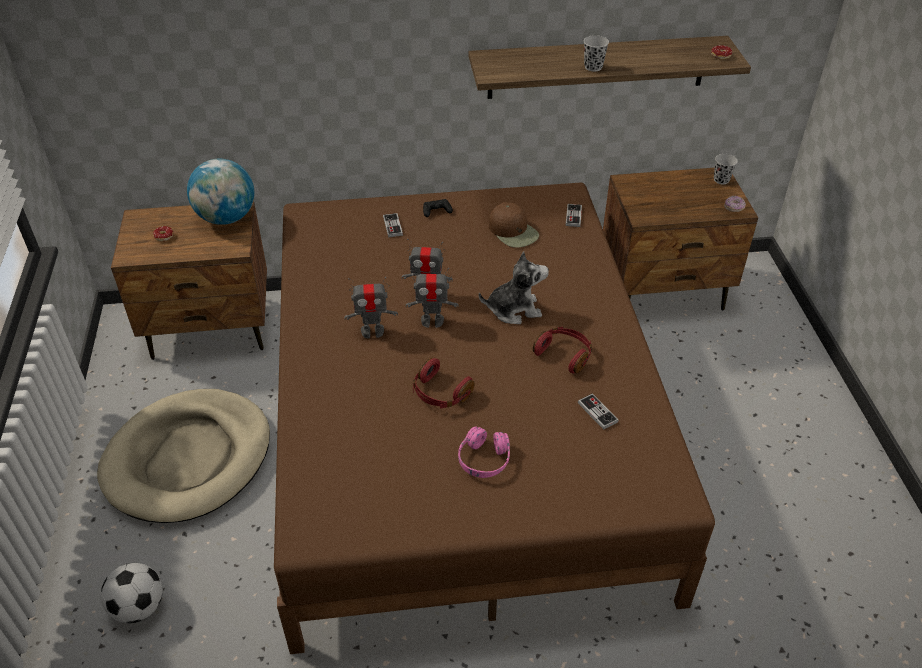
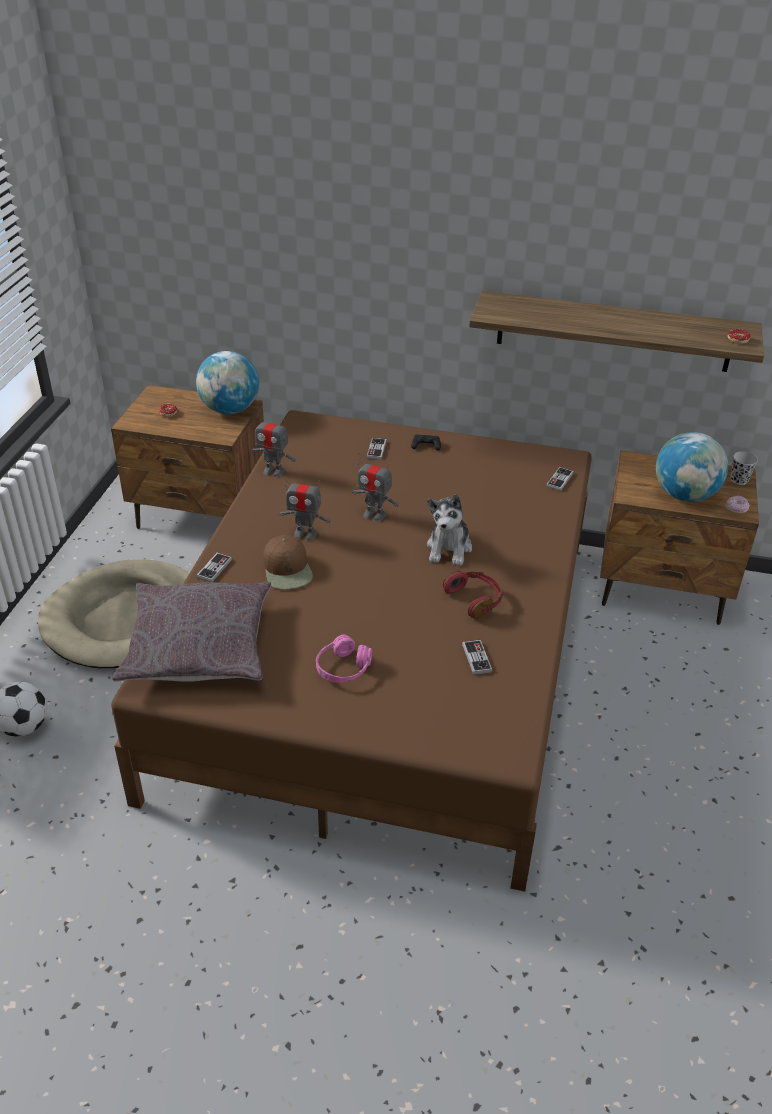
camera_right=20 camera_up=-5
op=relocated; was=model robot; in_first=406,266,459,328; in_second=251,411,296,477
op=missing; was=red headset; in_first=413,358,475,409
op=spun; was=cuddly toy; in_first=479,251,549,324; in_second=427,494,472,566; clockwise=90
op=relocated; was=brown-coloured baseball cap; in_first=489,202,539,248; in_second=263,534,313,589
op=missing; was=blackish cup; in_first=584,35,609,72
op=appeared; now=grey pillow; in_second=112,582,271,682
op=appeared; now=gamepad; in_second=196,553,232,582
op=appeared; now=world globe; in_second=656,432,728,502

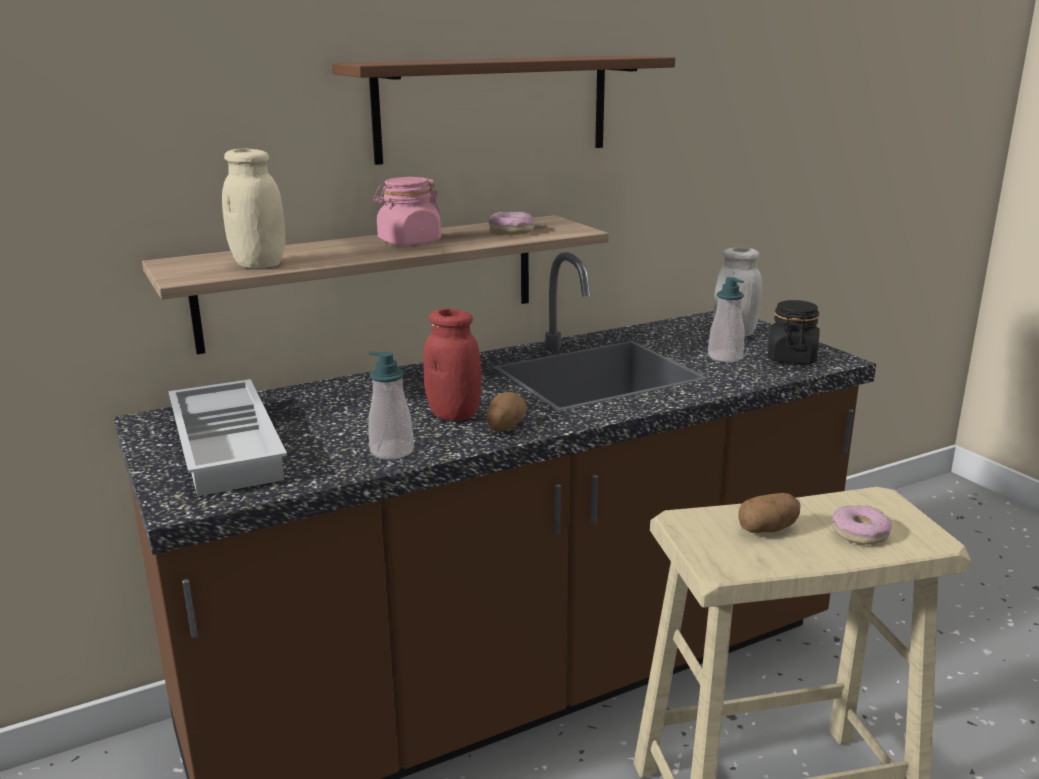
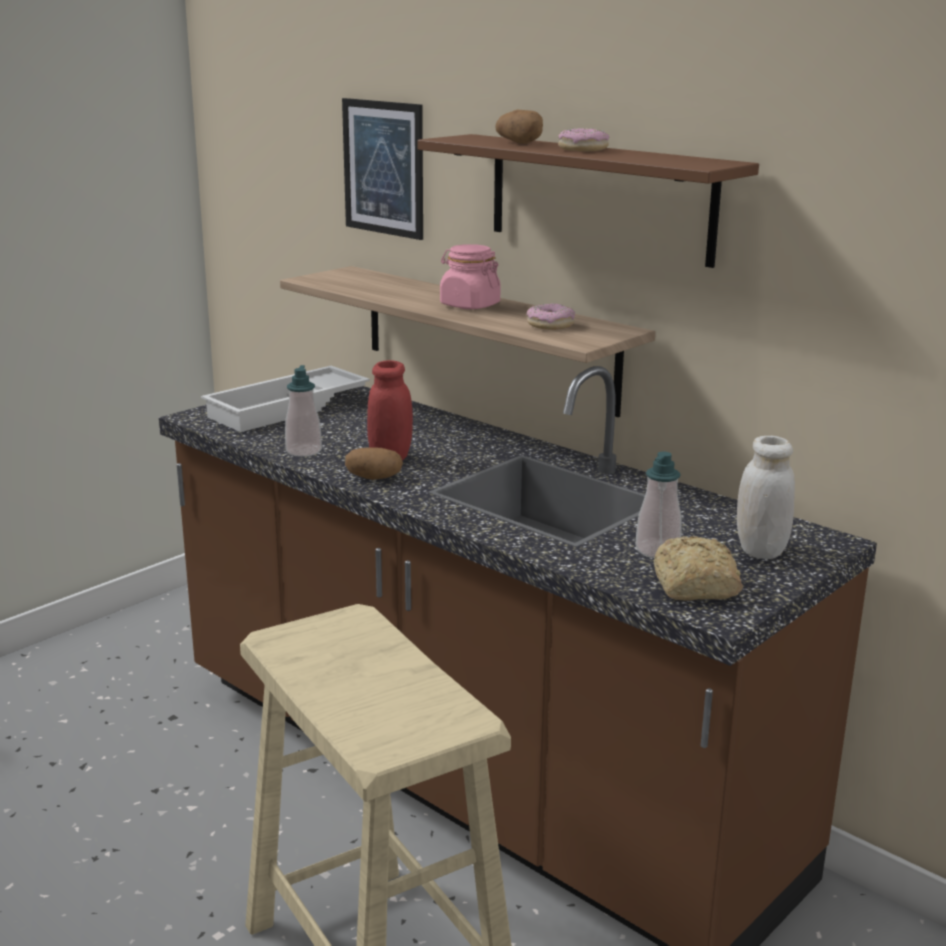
camera_right=70 camera_up=0
op=missing; was=sand-coloured jar; in_first=222,148,285,269
op=relocated; was=whole potato; in_first=738,493,800,533; in_second=495,110,543,144
op=exchanged; was=blackish jar; now=bread; in_first=768,300,820,364; in_second=654,536,743,601
op=relocated; was=ring doughnut; in_first=832,505,892,544; in_second=558,128,609,151
op=appeared; now=picture; in_second=342,98,423,240

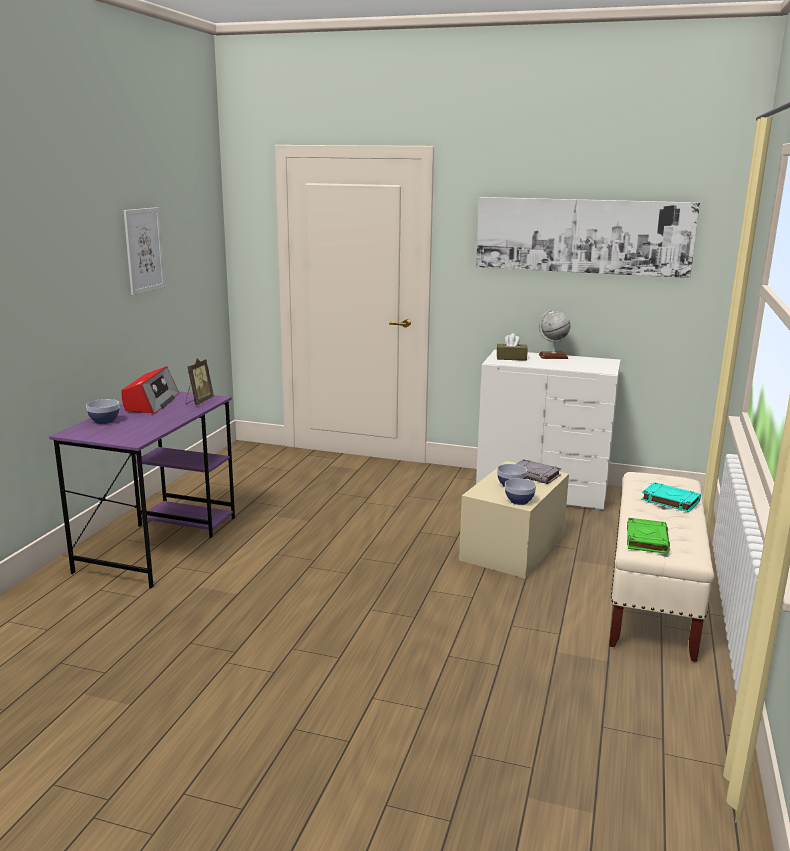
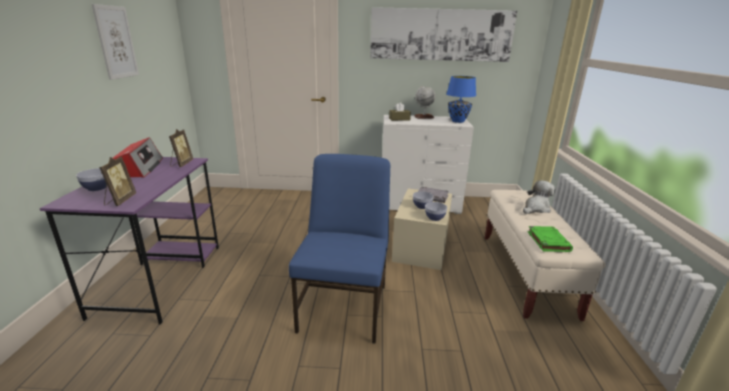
camera_right=-15 camera_up=5
op=exchanged; was=blue-green bound book; now=cuddly toy; in_first=641,482,701,512; in_second=523,181,555,214
op=appeared; now=photo frame; in_second=99,156,136,206
op=appeared; now=blue-coloured upright chair; in_second=289,154,390,344
op=appeared; now=blue-coloured table lamp; in_second=447,76,476,123

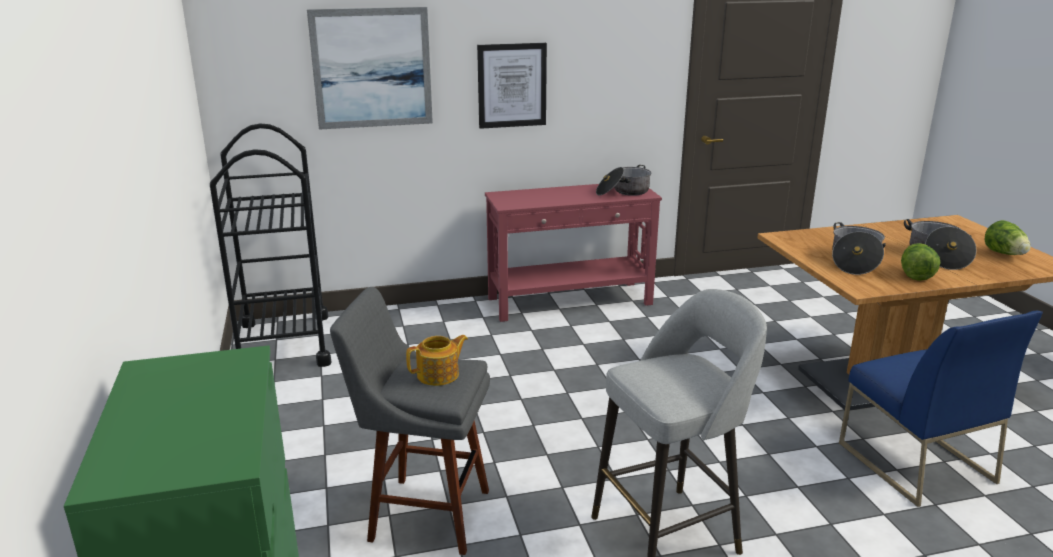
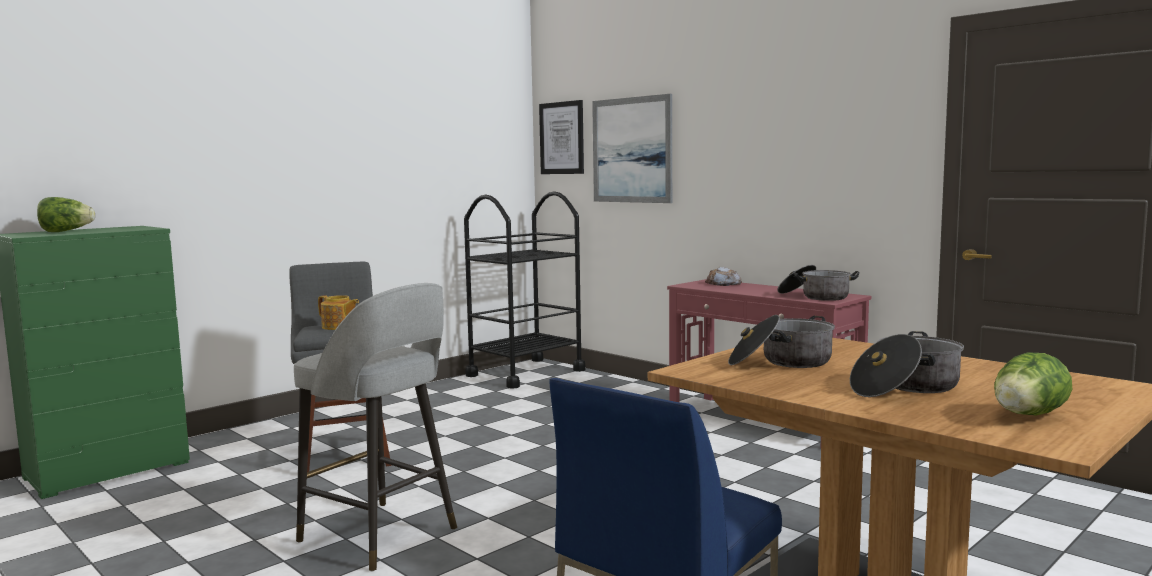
camera_right=60 camera_up=-15
op=relocated; was=picture; in_first=477,43,547,129; in_second=539,100,584,174
op=relocated; was=lettuce; in_first=901,243,940,281; in_second=37,197,95,232
op=appeared; now=bread; in_second=705,267,742,286

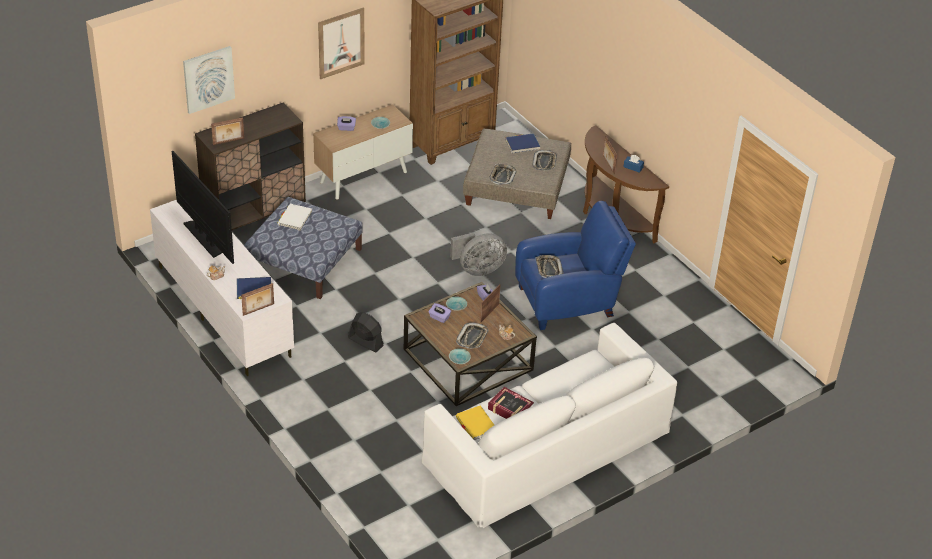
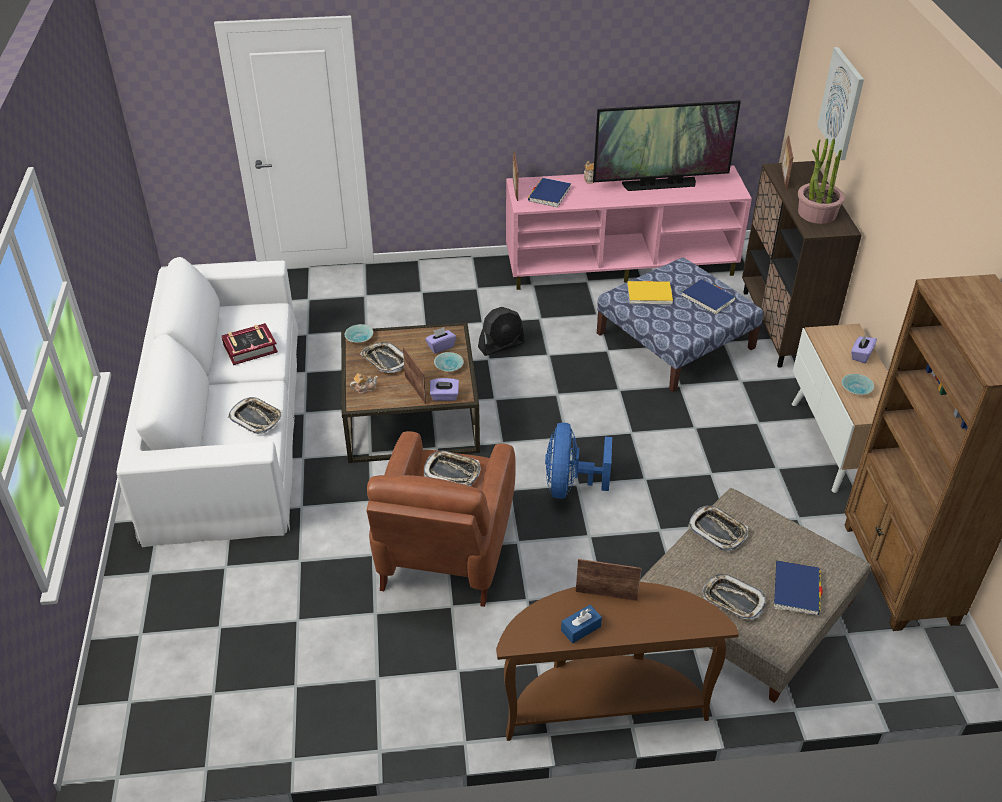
camera_right=120 camera_up=0
op=colour; was=white media console; now=pinkish media console; in_first=150,200,294,376; in_second=506,165,752,290
op=colour; was=white bound book; now=blue-coloured bound book; in_first=278,204,312,231; in_second=682,279,736,315
op=missing; was=picture; in_first=318,7,365,79
op=colour; was=grey fan; now=blue-coloured fan; in_first=450,233,507,276; in_second=545,423,612,499
op=relocated; was=yellow-coloured bound book; in_first=456,405,494,440; in_second=627,281,673,305
op=colour; was=blue-coloured armchair; now=brown-coloured armchair; in_first=515,201,636,330; in_second=366,431,516,607
op=appeared; now=tray; in_second=228,397,282,434
op=appeared; now=plant in a pot; in_second=798,139,845,224

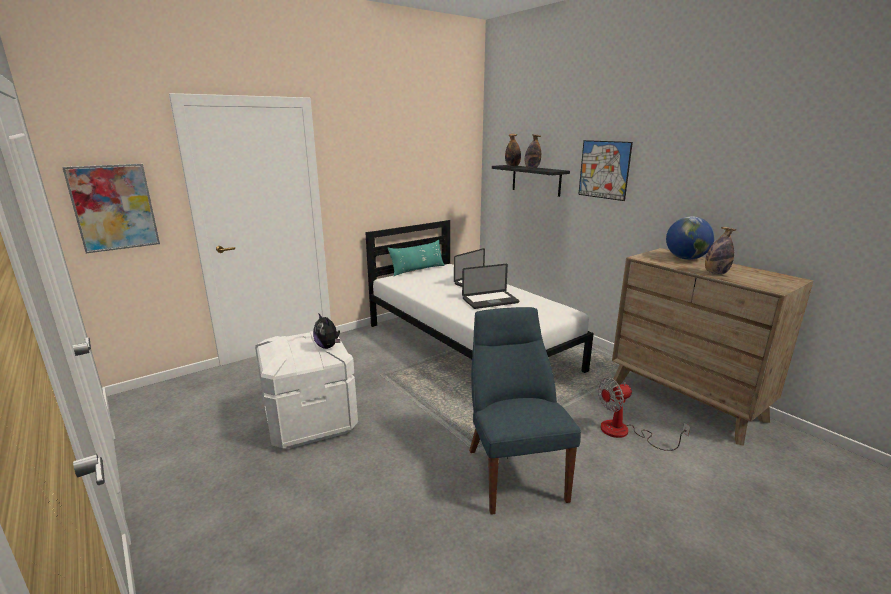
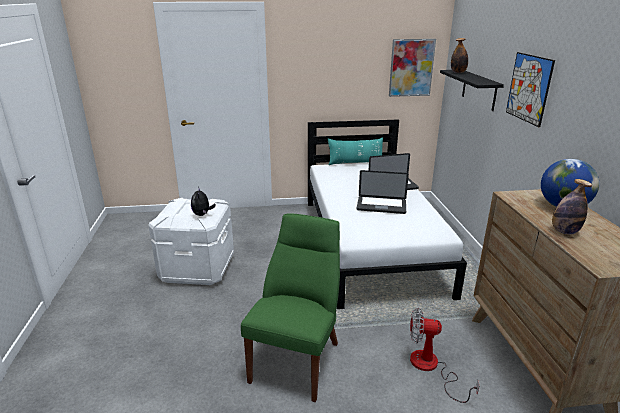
camera_right=30 camera_up=5
op=relocated; was=picture; in_first=62,164,160,253; in_second=389,39,436,97
op=colour; was=blue-coloured upright chair; now=green-coloured upright chair; in_first=469,307,581,515; in_second=241,213,340,402
op=missing; was=beverage bottle; in_first=525,134,541,168

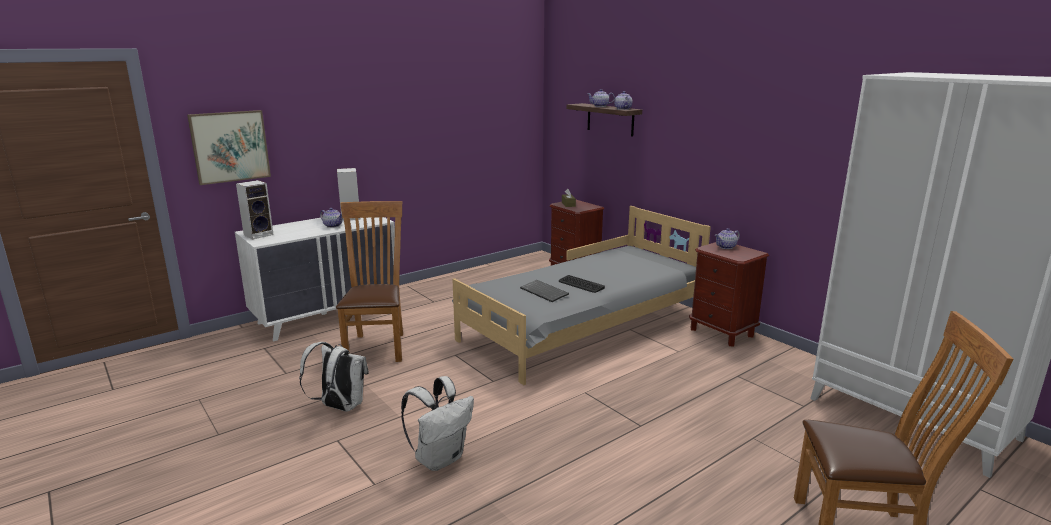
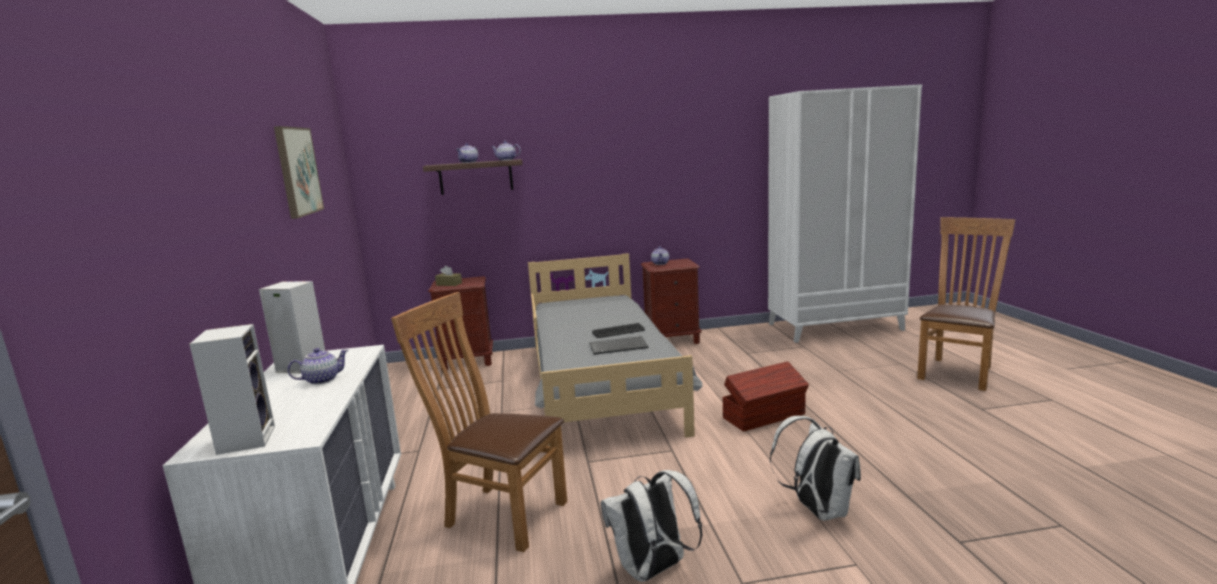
camera_right=-60 camera_up=-5
op=relocated; was=picture; in_first=187,110,271,185; in_second=274,126,324,219
op=appeared; now=brown-coloured storage container; in_second=723,361,809,432

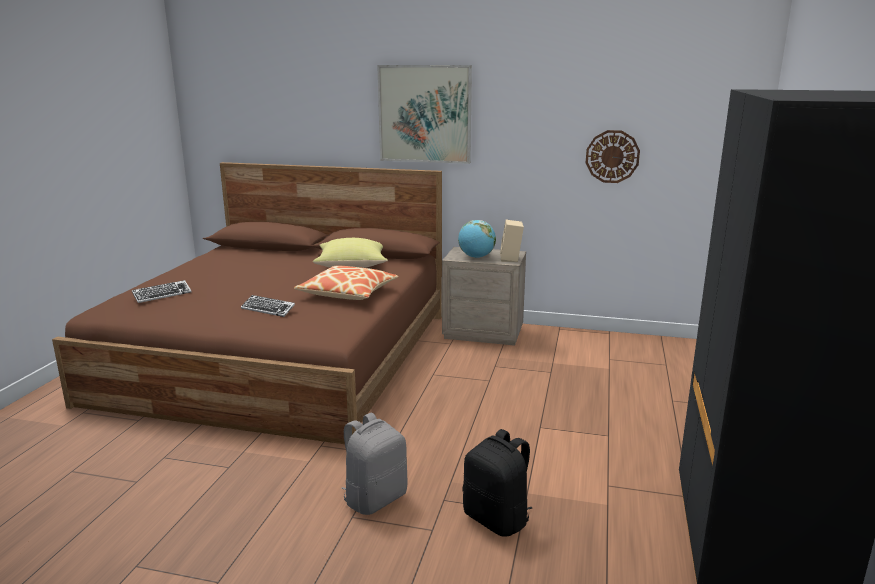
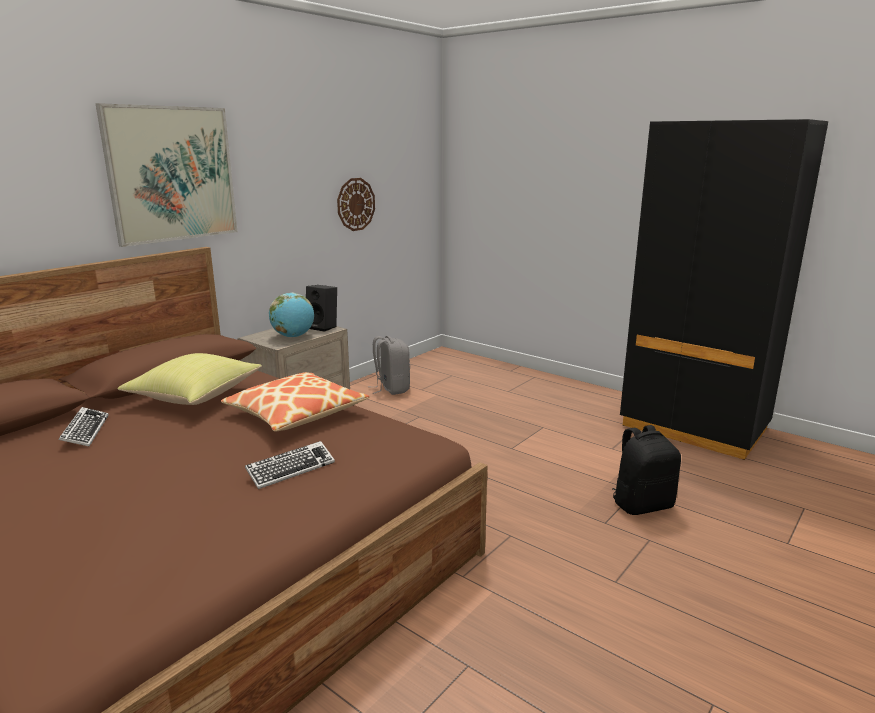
camera_right=-65 camera_up=0
op=relocated; was=keyboard; in_first=132,280,191,303; in_second=59,407,109,446
op=relocated; was=grey knapsack; in_first=341,413,407,515; in_second=373,336,410,395
op=colour; was=sand-coloured loudspeaker; now=blackish loudspeaker; in_first=500,220,524,262; in_second=306,285,337,332

